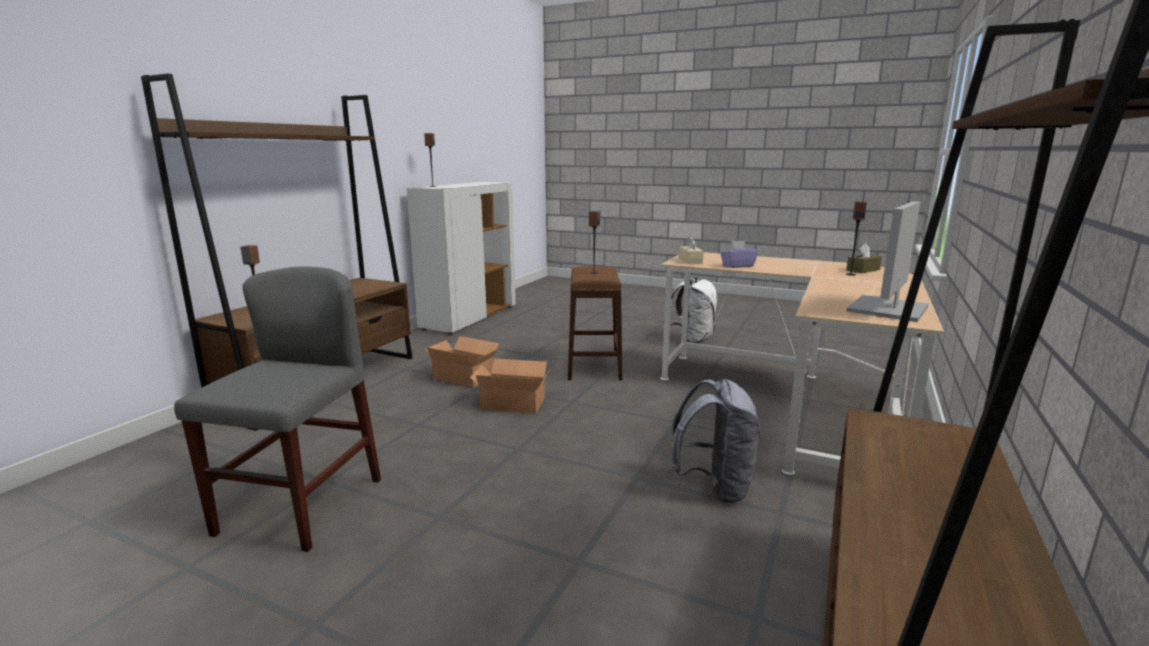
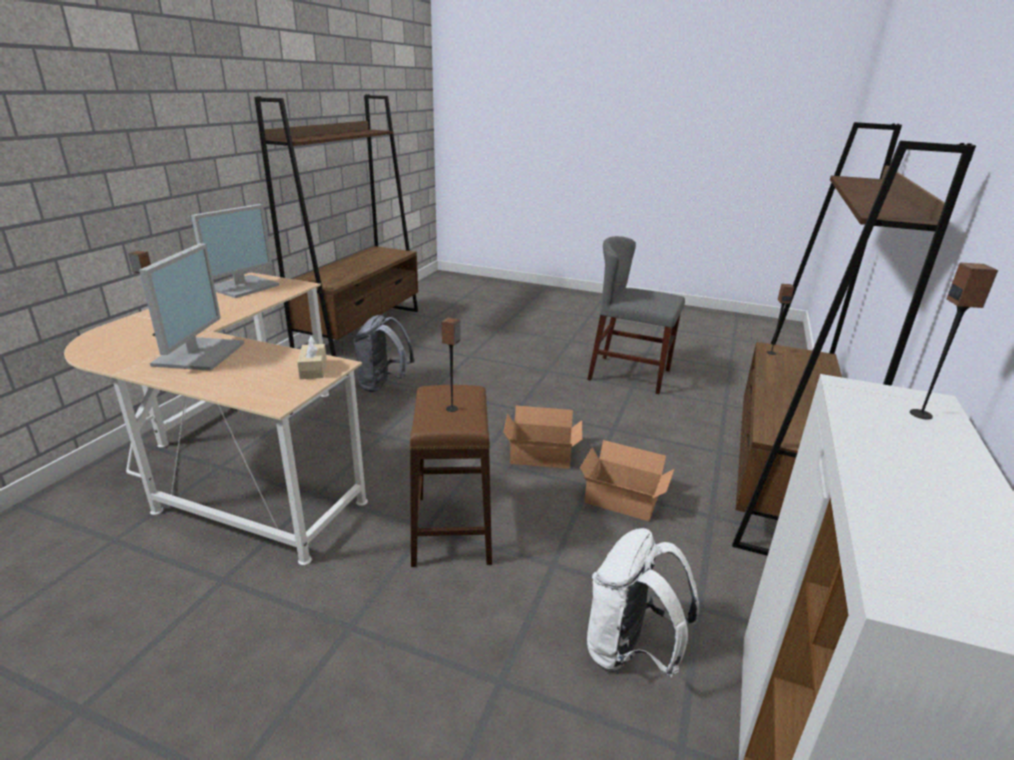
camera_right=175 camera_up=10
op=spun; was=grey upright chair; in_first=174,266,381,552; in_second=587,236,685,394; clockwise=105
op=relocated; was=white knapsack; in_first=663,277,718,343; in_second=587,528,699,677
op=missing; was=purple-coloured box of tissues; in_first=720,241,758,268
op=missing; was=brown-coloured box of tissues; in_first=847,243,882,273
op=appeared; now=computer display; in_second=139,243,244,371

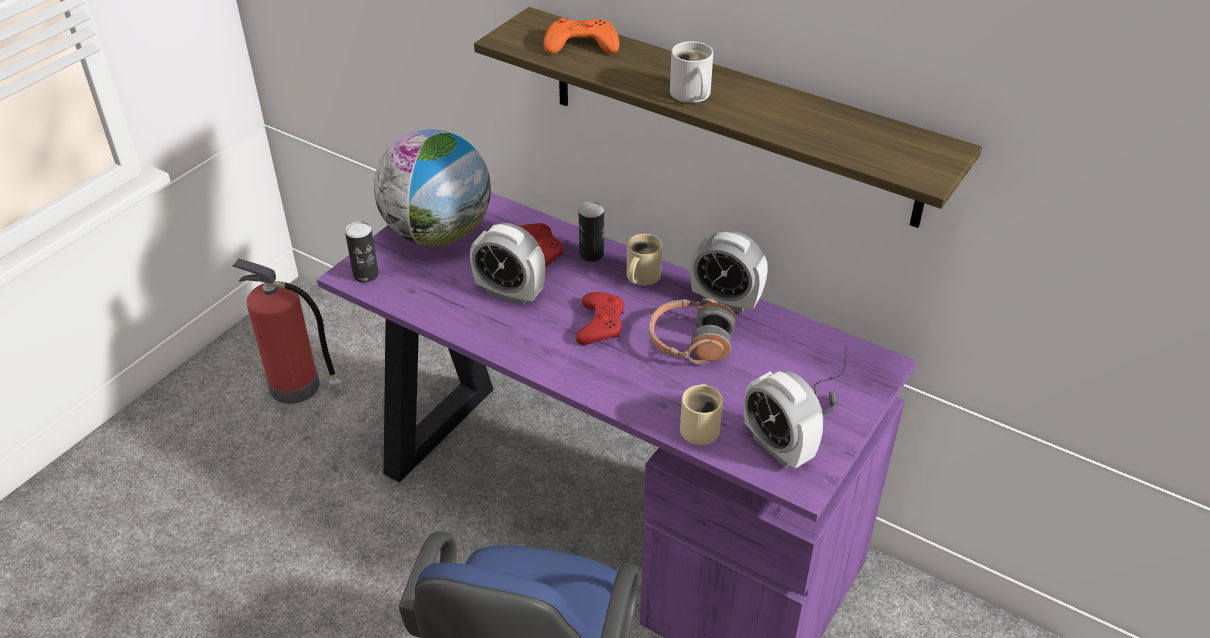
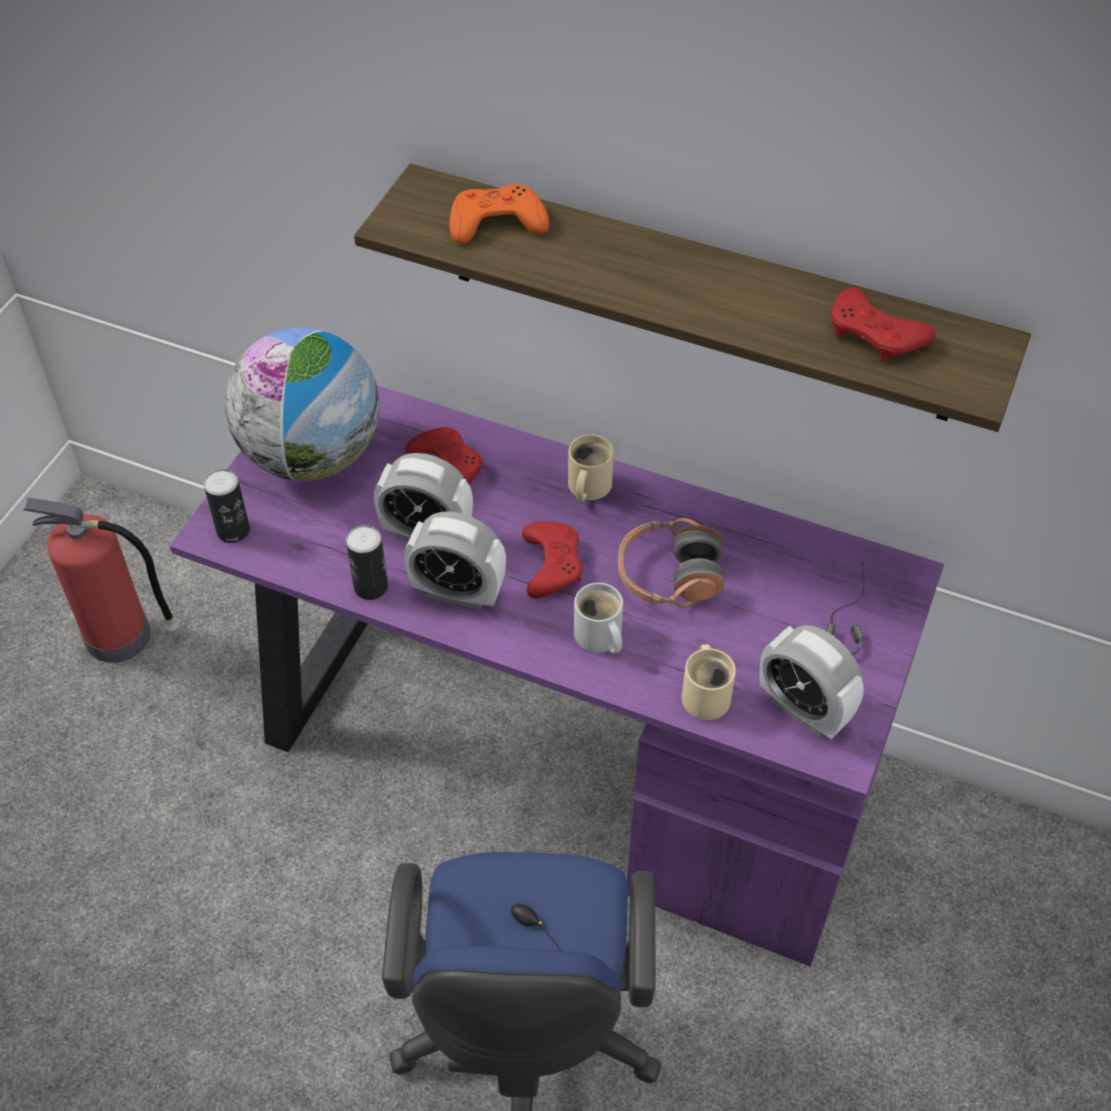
camera_right=-10 camera_up=10
op=relocated; was=metal can; in_first=579,202,604,262; in_second=346,525,388,600
op=relocated; was=white tea mug; in_first=670,41,713,103; in_second=574,583,623,654
op=relocated; was=table clock; in_first=690,230,768,313; in_second=404,511,506,609
op=appeared; now=red gamepad; in_second=831,288,936,362

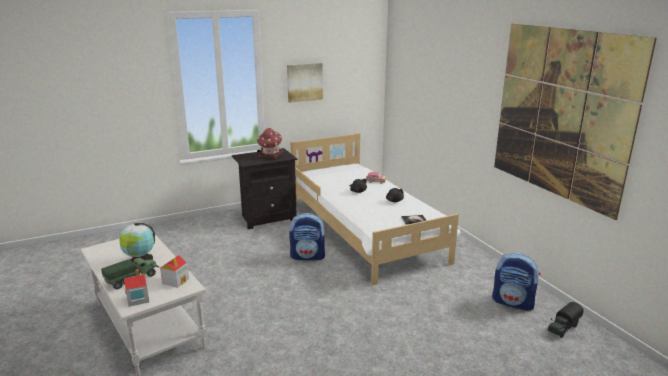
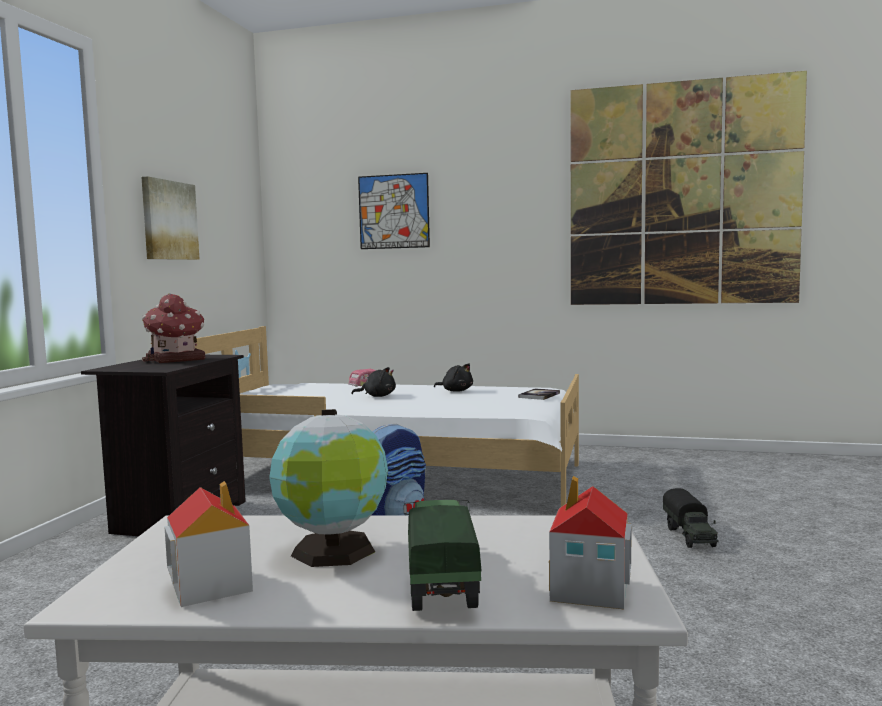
camera_right=-50 camera_up=-15
op=relocated; was=miniature house; in_first=160,255,189,288; in_second=165,481,253,607
op=missing; was=knapsack; in_first=492,253,541,311
op=relocated; was=toy truck; in_first=547,302,584,338; in_second=663,488,719,548
op=appeared; now=picture; in_second=358,173,430,249

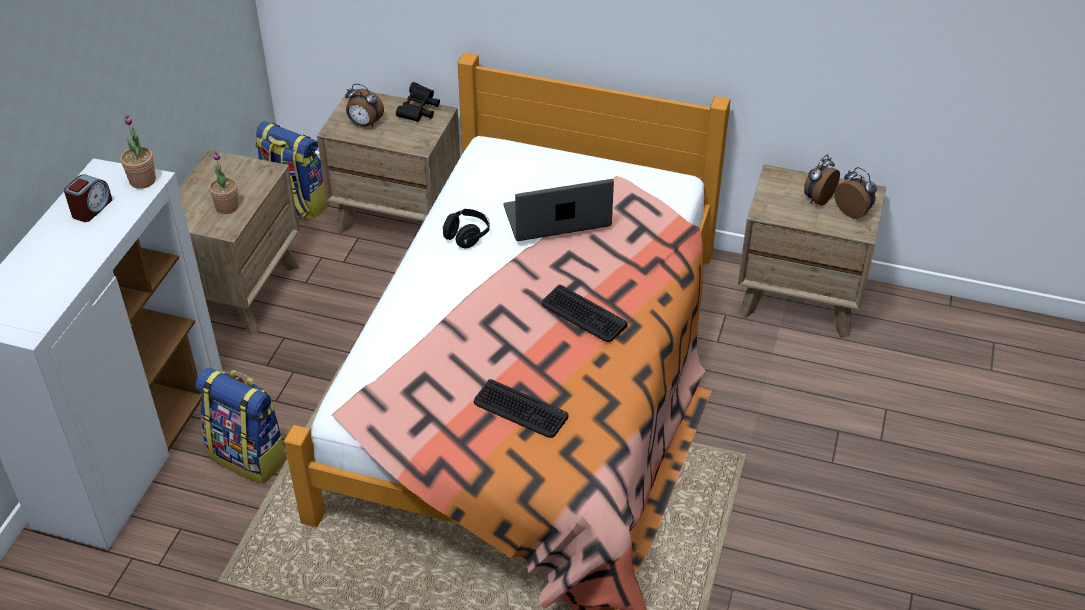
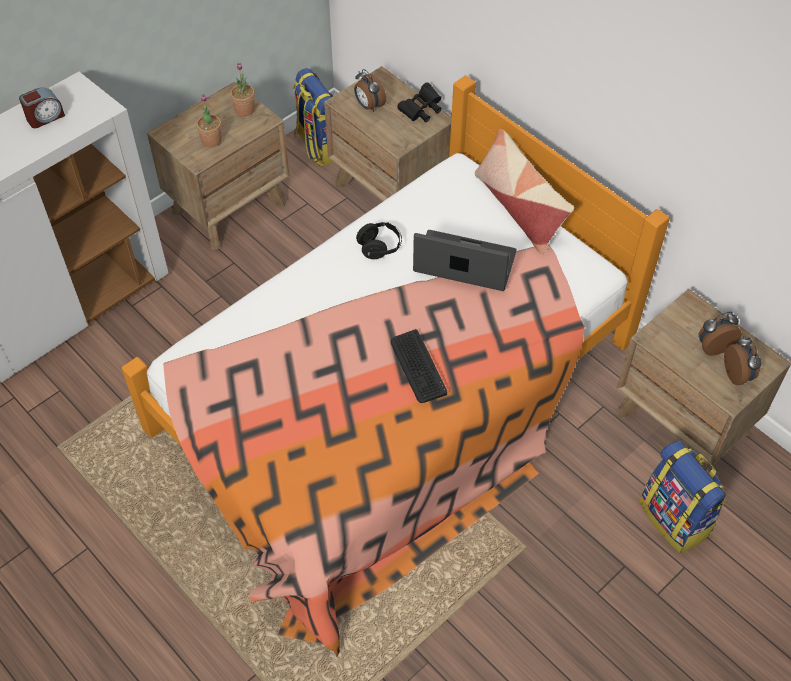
camera_right=30 camera_up=10
op=relocated; was=plant in a pot; in_first=120,116,156,189; in_second=230,63,255,116
op=relocated; was=knapsack; in_first=195,367,288,484; in_second=640,441,727,554
op=missing; was=keyboard; in_first=474,379,569,438
op=appeared; now=pillow; in_second=475,129,574,255

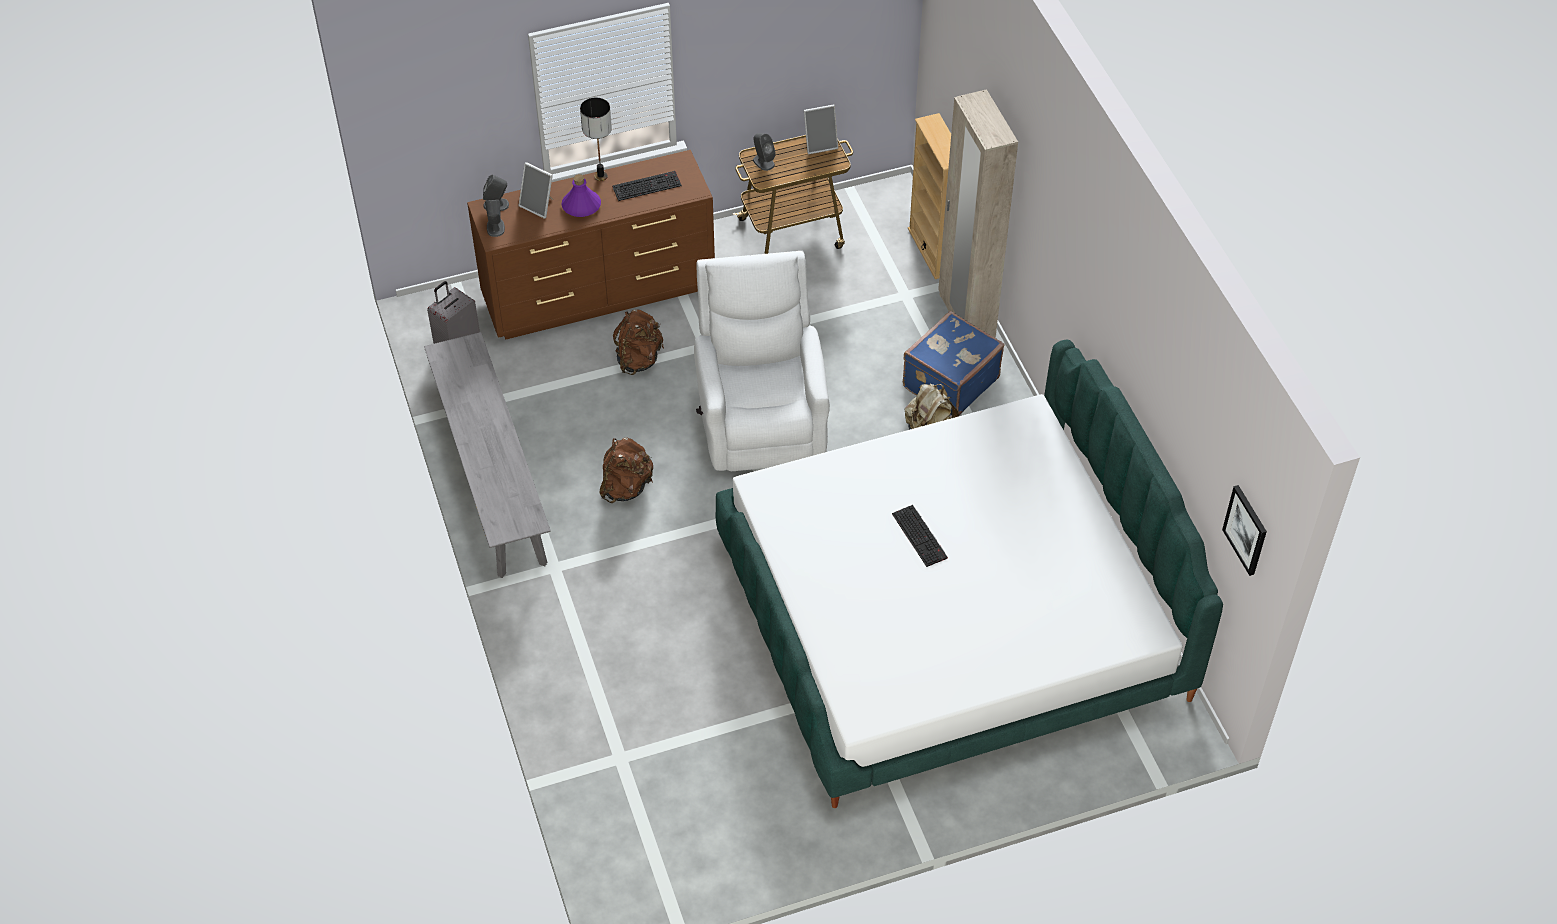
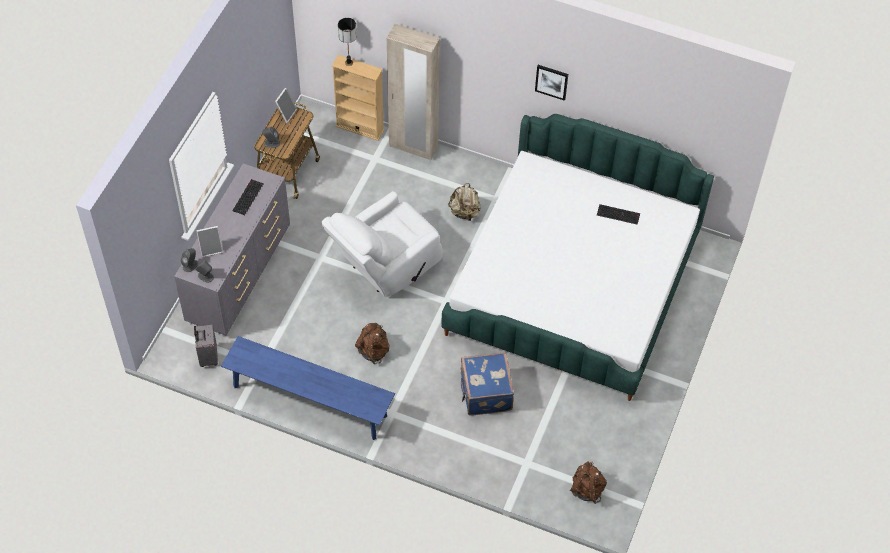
camera_right=-50 camera_up=5
op=colour; was=grey bench; now=blue-coloured bench; in_first=424,332,551,578; in_second=221,336,395,440
op=colour; was=brown-coloured chest of drawers; now=grey chest of drawers; in_first=467,150,715,340; in_second=174,163,290,336
op=missing; was=purple-coloured beverage bottle; in_first=562,174,601,217
op=relocated; was=table lamp; in_first=580,97,612,181; in_second=338,18,357,66
op=relocated; was=brown-coloured knapsack; in_first=613,309,664,375; in_second=570,461,607,504
op=spun; was=white armchair; in_first=694,251,830,471; in_second=321,191,442,297; clockwise=-75
op=relocated; was=keyboard; in_first=892,505,948,567; in_second=597,204,640,225
op=relocated; was=blue-coloured travel case; in_first=903,311,1004,417; in_second=460,352,514,415
op=relocated; was=picture; in_first=1222,485,1267,576; in_second=535,65,568,101

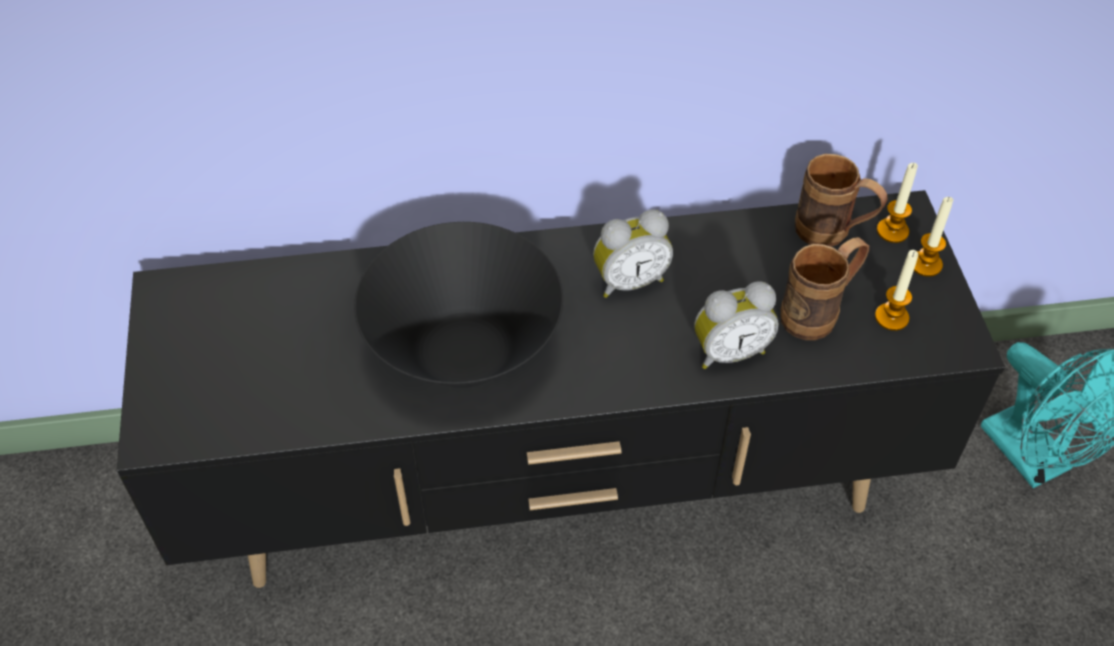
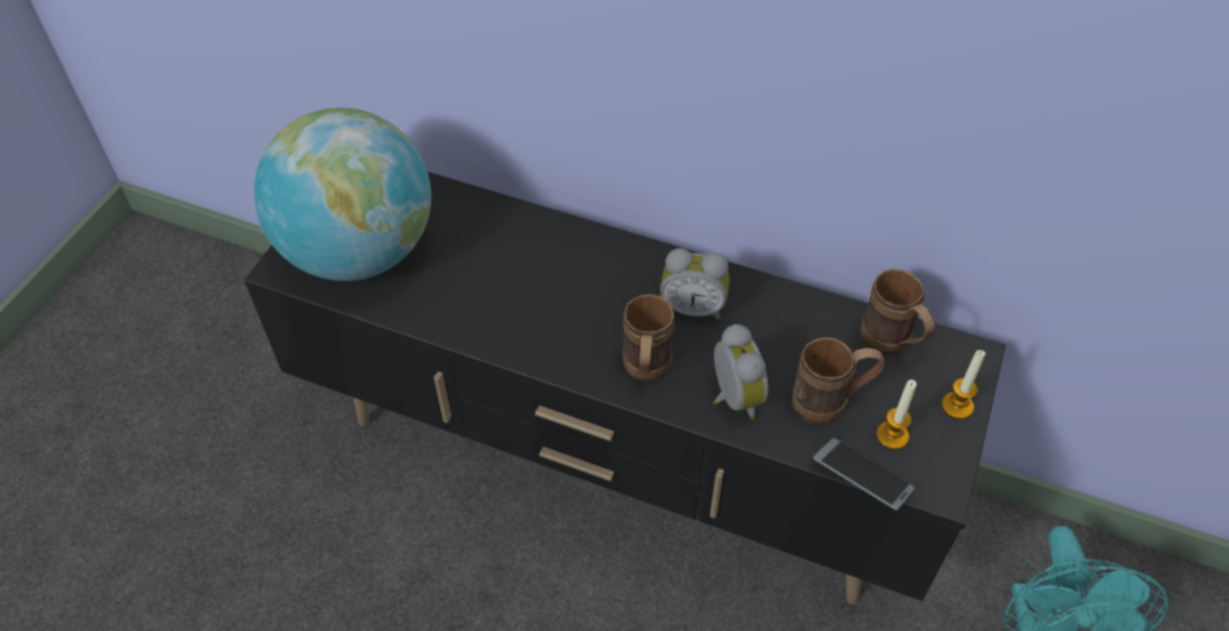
camera_right=30 camera_up=0
op=missing; was=blackish bowl; in_first=354,222,563,388
op=spun; was=table clock; in_first=694,281,779,369; in_second=713,324,769,420; clockwise=-120
op=missing; was=candle; in_first=877,163,918,243
op=appeared; now=world globe; in_second=254,108,431,281
op=appeared; now=brown-coloured tea mug; in_second=623,294,675,381
op=appeared; now=telephone; in_second=813,438,915,510

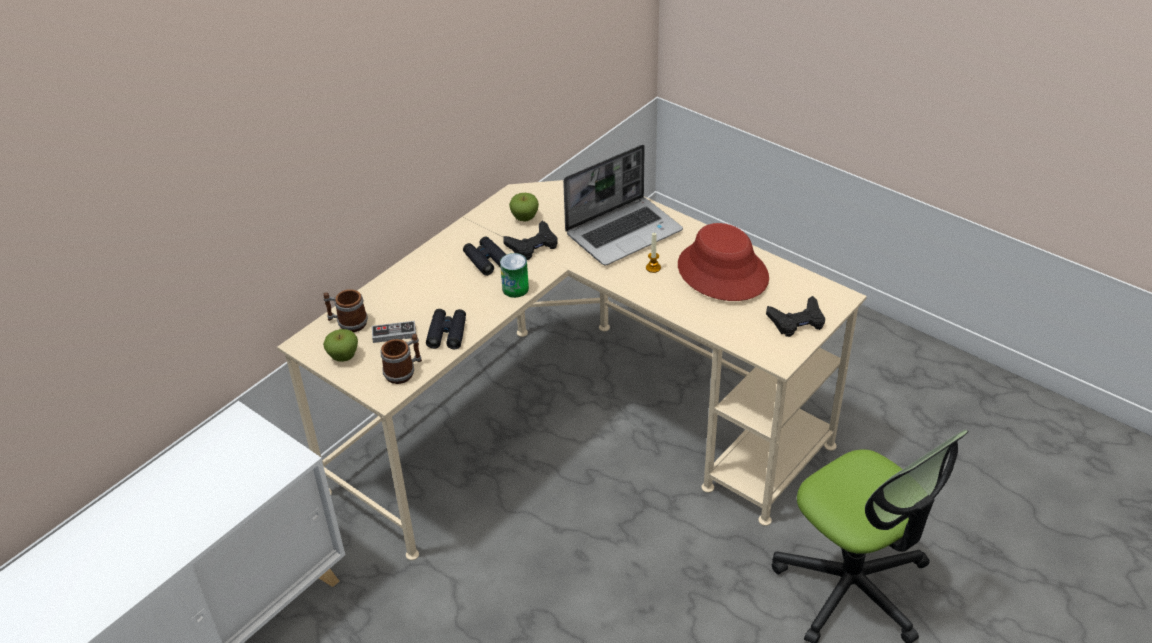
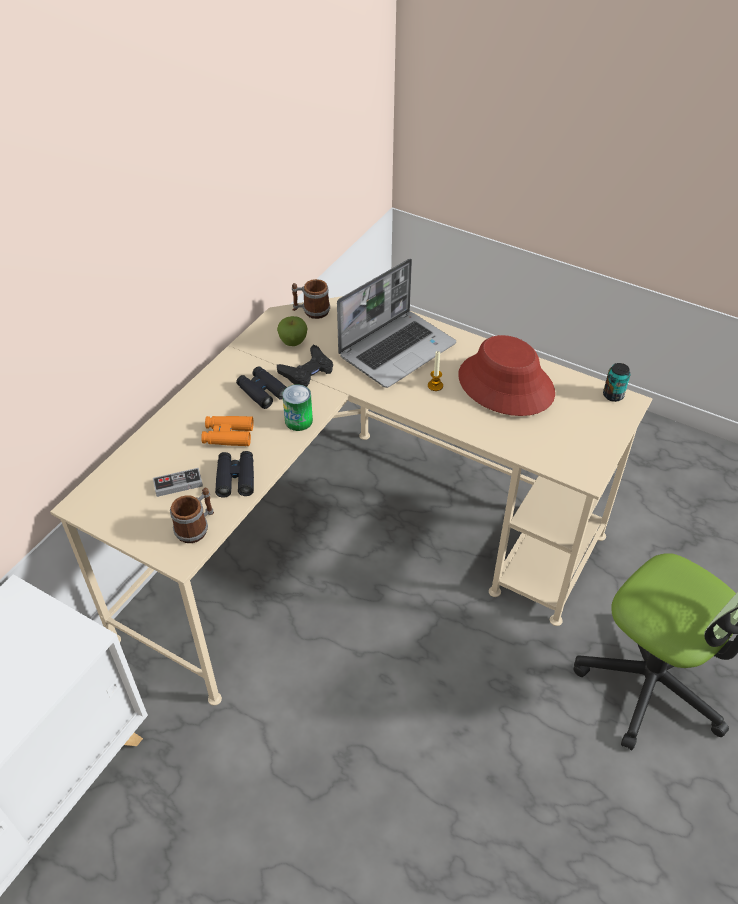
camera_right=-10 camera_up=5
op=relocated; was=tea mug; in_first=323,289,368,332; in_second=292,279,330,319
op=missing; was=apple; in_first=323,329,358,362
op=missing; was=blackish gamepad; in_first=766,296,825,337
op=appeared; now=orange pair of binoculars; in_second=201,416,253,446
op=appeared; now=metal can; in_second=603,363,630,402

